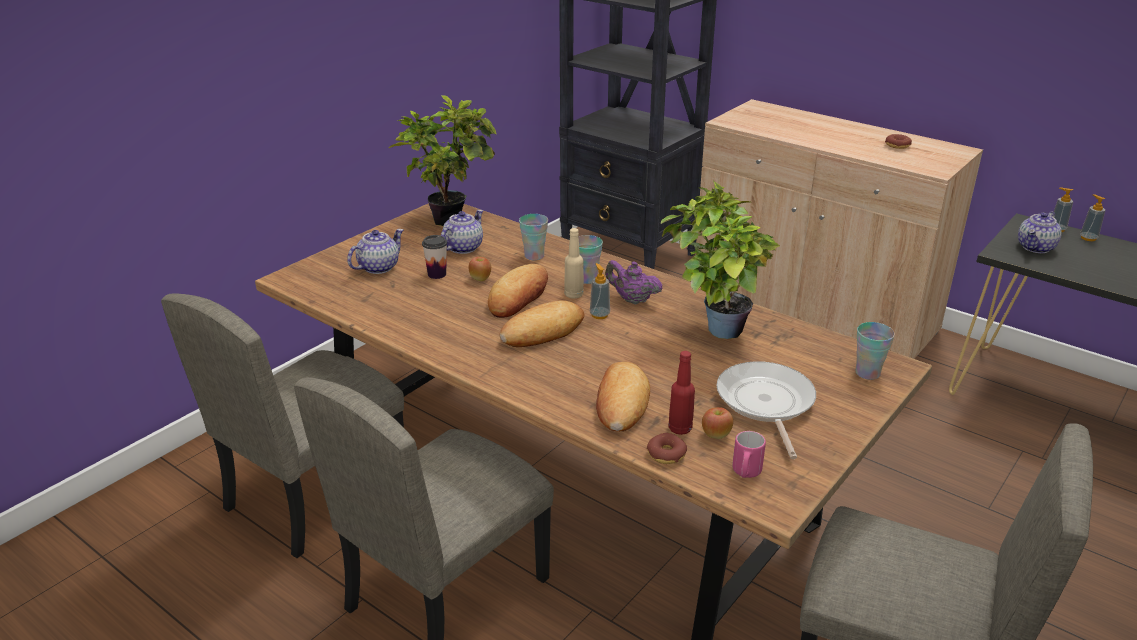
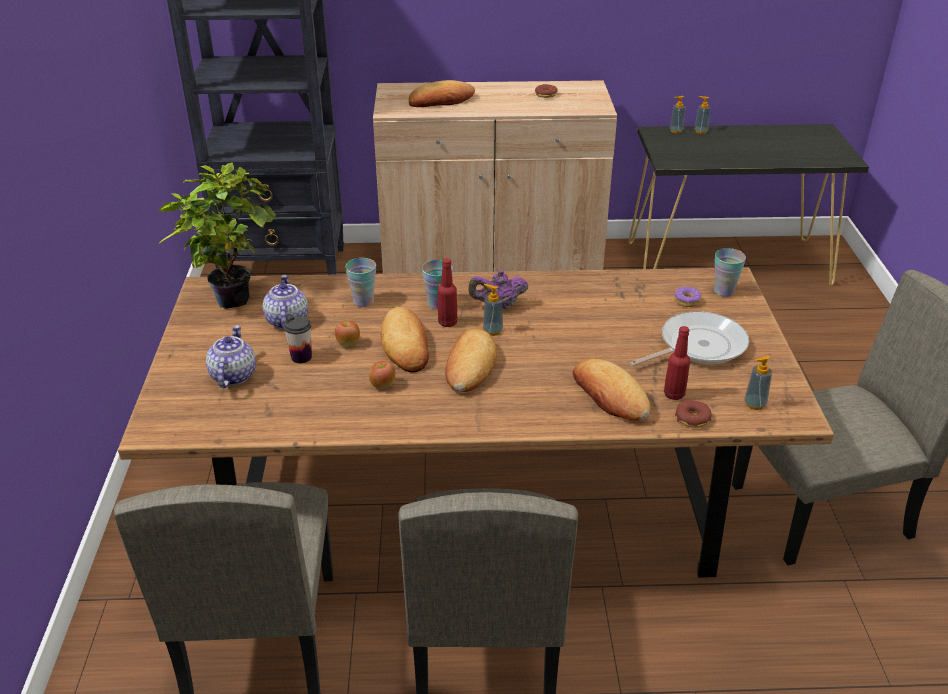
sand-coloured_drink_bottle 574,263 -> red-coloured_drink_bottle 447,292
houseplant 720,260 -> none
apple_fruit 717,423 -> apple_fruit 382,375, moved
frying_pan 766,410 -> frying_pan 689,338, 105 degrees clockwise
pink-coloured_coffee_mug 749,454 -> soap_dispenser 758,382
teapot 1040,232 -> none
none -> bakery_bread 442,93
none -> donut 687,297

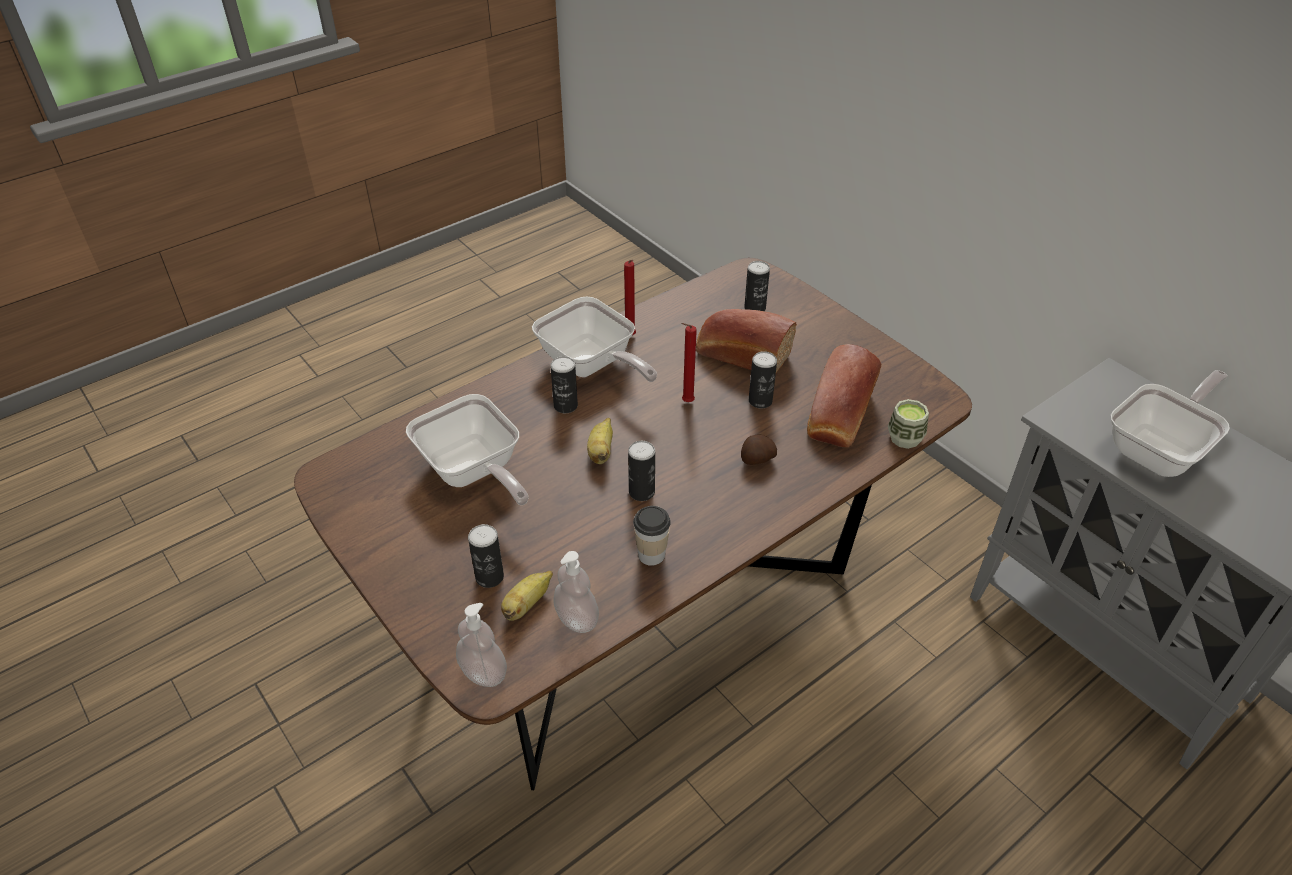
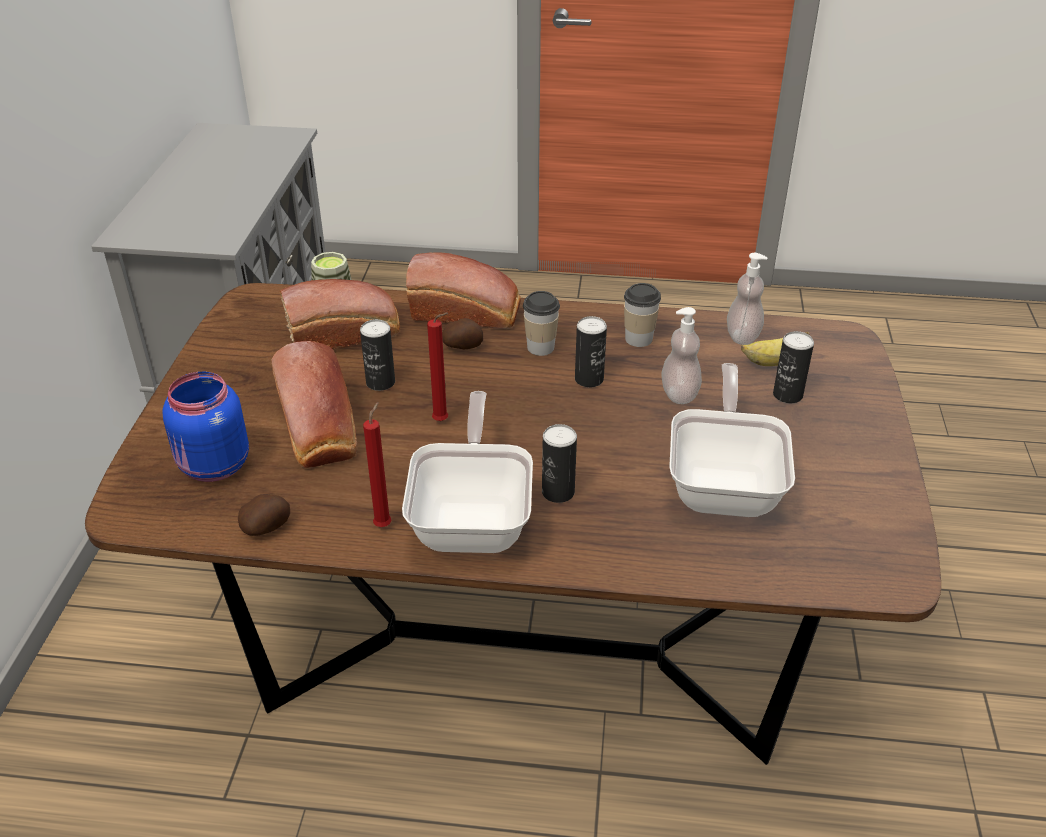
soap_dispenser 481,645 -> soap_dispenser 681,355, moved
whole_banana 600,441 -> none
sealed_can 757,286 -> blue-coloured_preserve_jar 205,427
frying_pan 1170,423 -> none
none -> spud 264,515
none -> bakery_bread 463,290
none -> small_cup 541,323

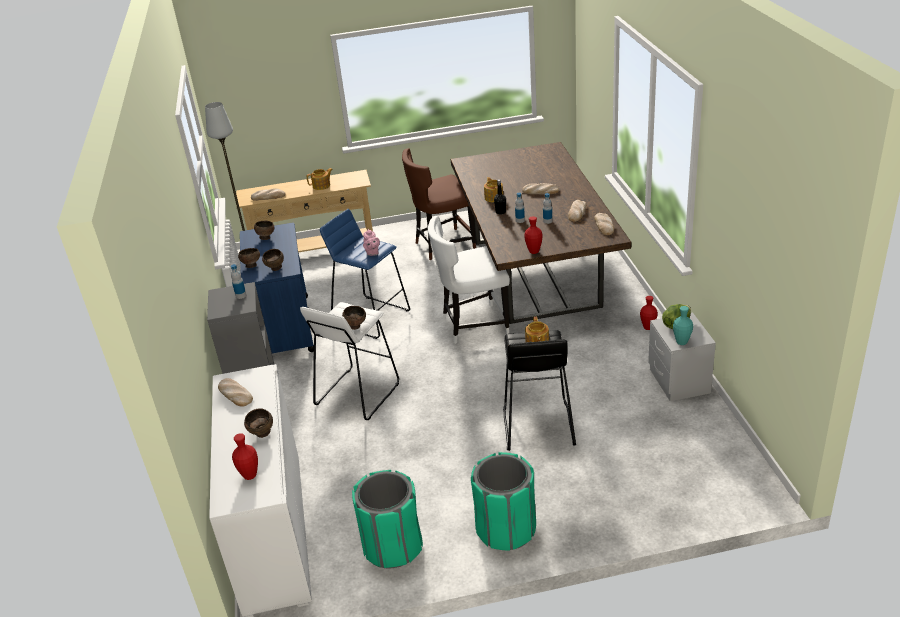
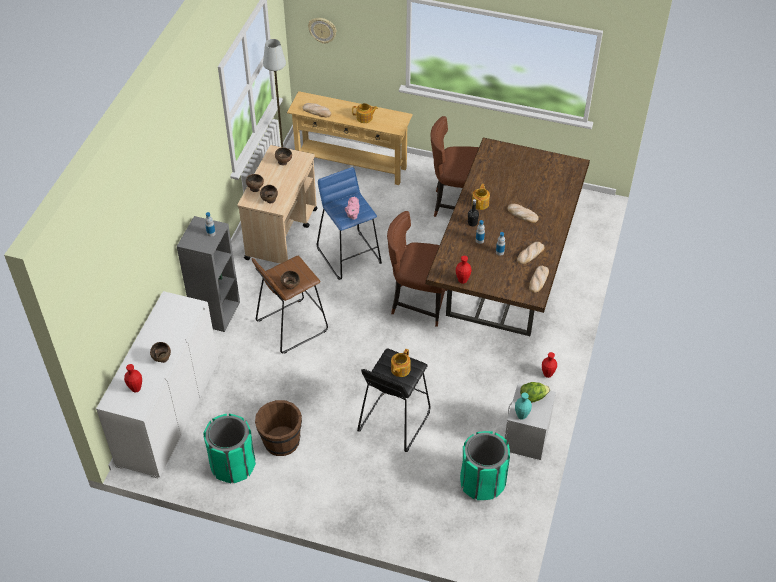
bakery_bread 235,392 -> none
blue-coloured_trolley 277,287 -> sand-coloured_trolley 277,204
white-coloured_stool 349,361 -> brown-coloured_stool 290,305
white-coloured_plain_chair 469,280 -> brown-coloured_plain_chair 417,269
green_trash_can 503,501 -> green_trash_can 485,465, moved
none -> brown-coloured_bucket 278,428
none -> clock_on_the_wall 322,31

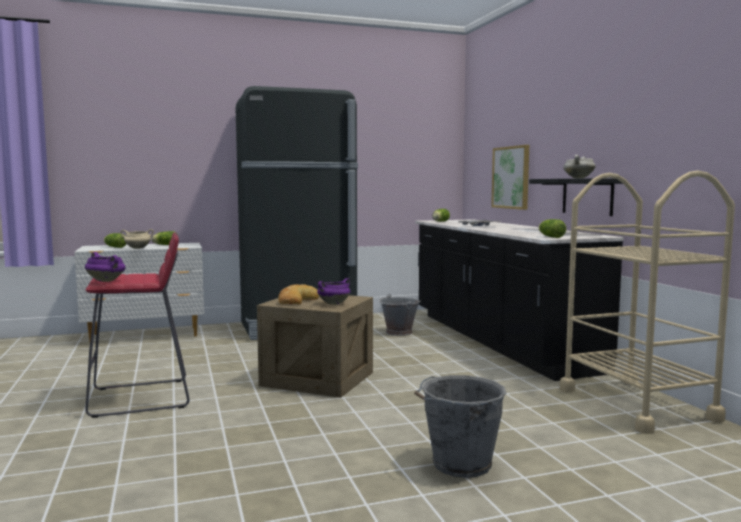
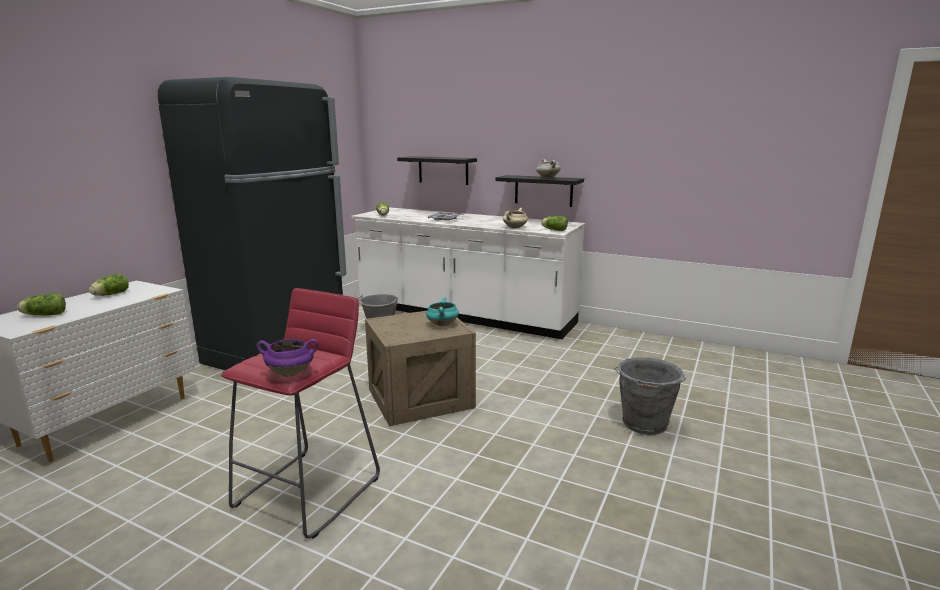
sand-coloured_cooking_pot 137,239 -> sand-coloured_cooking_pot 515,218, moved
bakery_bread 298,294 -> none
purplish_cooking_pot 334,291 -> blue-green_cooking_pot 442,311
black_kitchen_base_unit 519,300 -> white-coloured_kitchen_base_unit 468,273
wall_picture 510,177 -> black_shelf 437,170
sand-coloured_trolley 647,302 -> none

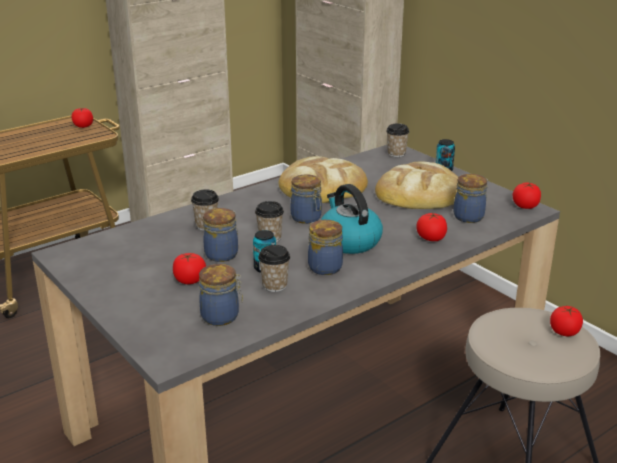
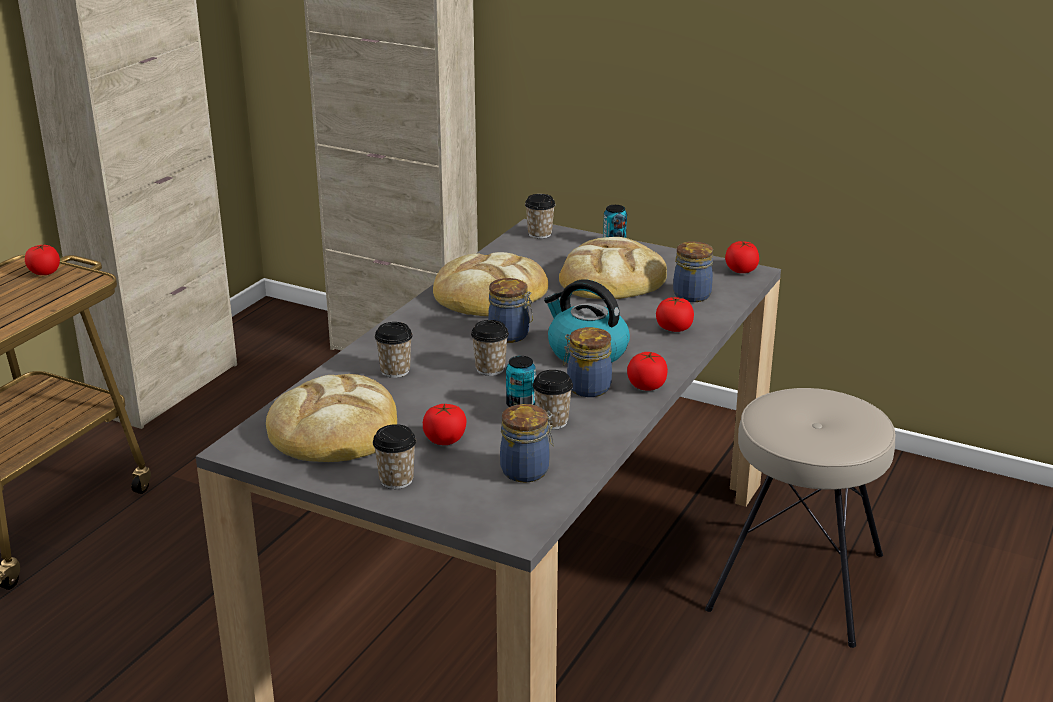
preserve_jar 220,235 -> none
tomato 566,321 -> tomato 647,371, moved
none -> bakery_bread 331,418
none -> small_cup 394,456

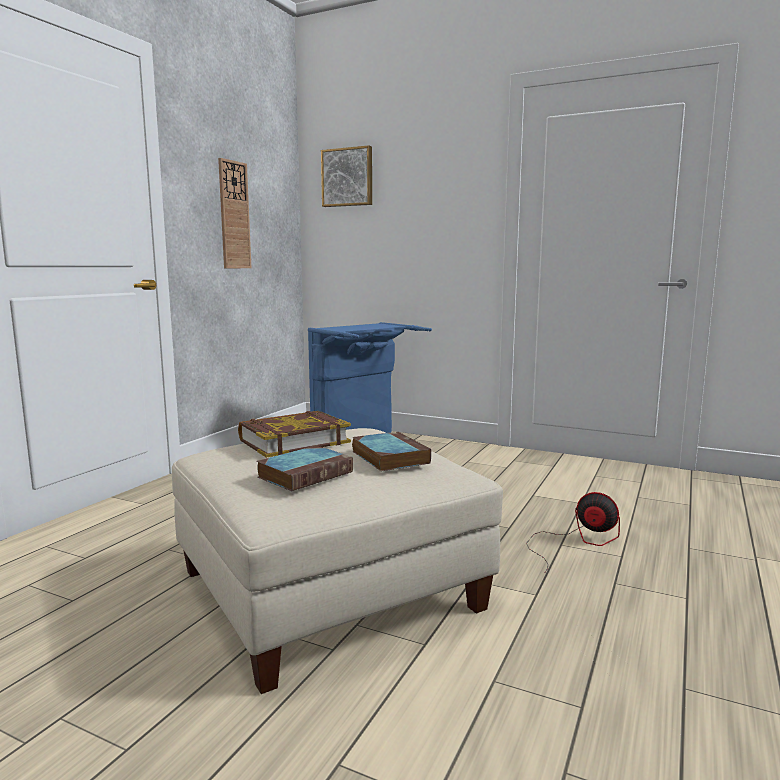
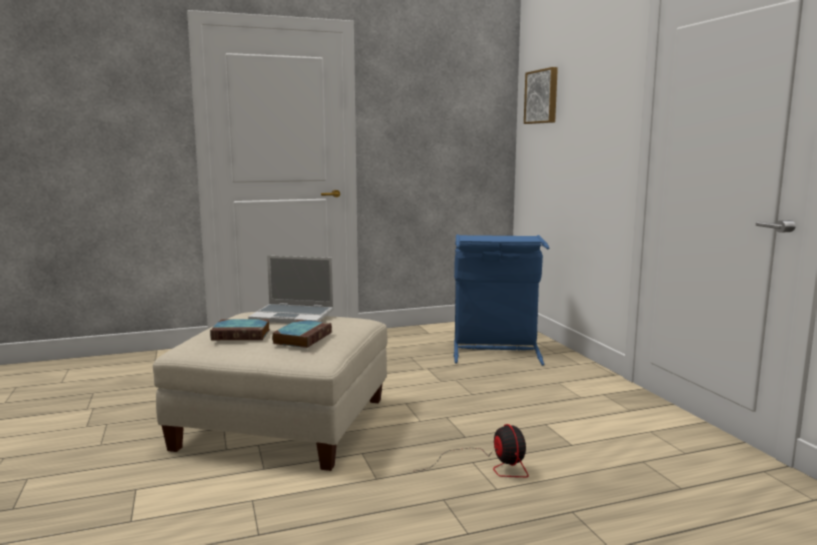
clock_on_the_wall 234,213 -> none
book 294,434 -> laptop 291,290

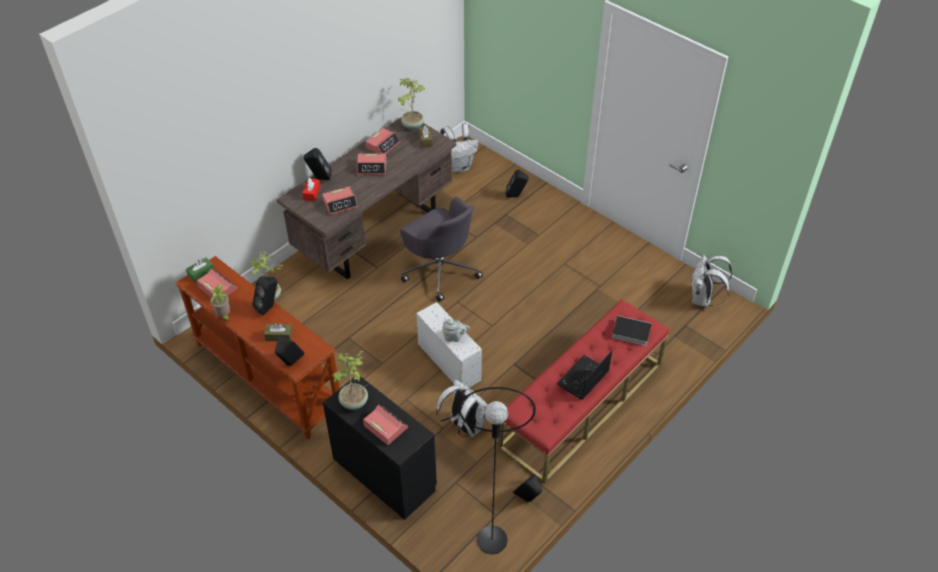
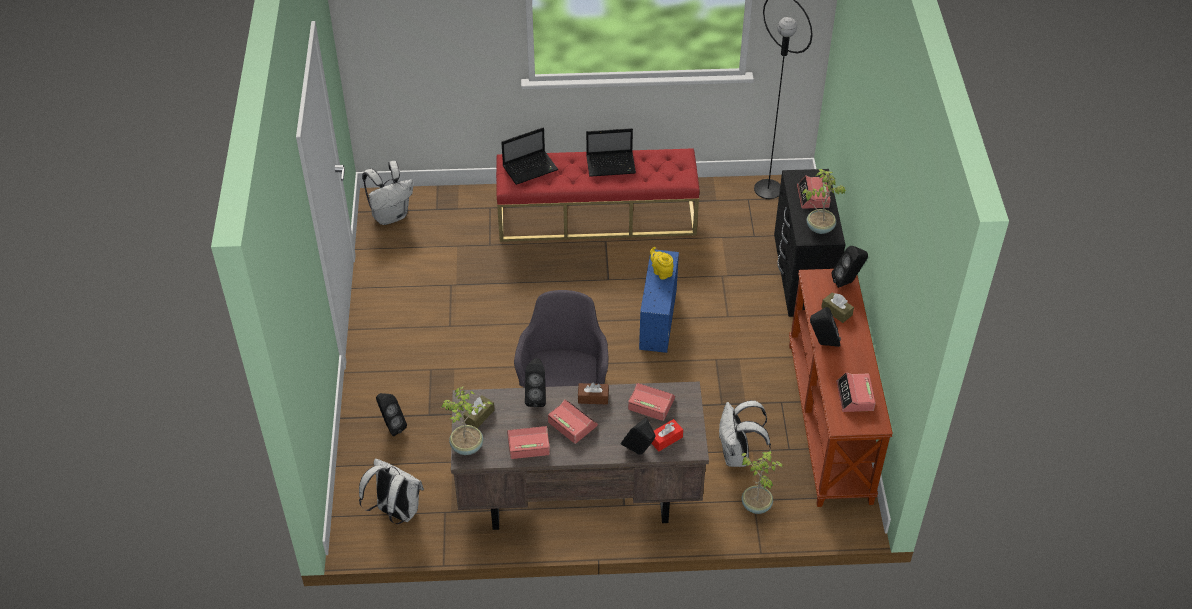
green_box_of_tissues 200,270 -> none
houseplant 220,302 -> none
white-coloured_storage_box 449,345 -> blue-coloured_storage_box 659,301
white-coloured_knapsack 462,408 -> white-coloured_knapsack 744,433, moved
grey_teapot 456,330 -> yellowish_teapot 662,263
black_loudspeaker 527,488 -> black_loudspeaker 535,382, moved
book 631,331 -> laptop 529,156
none -> brown-coloured_box_of_tissues 593,394

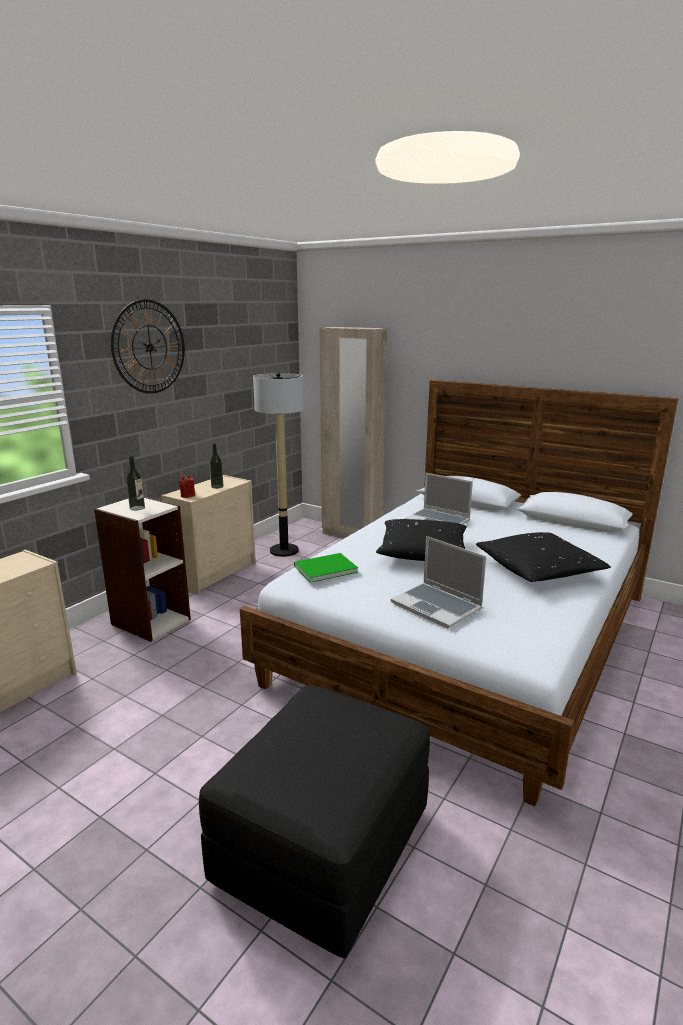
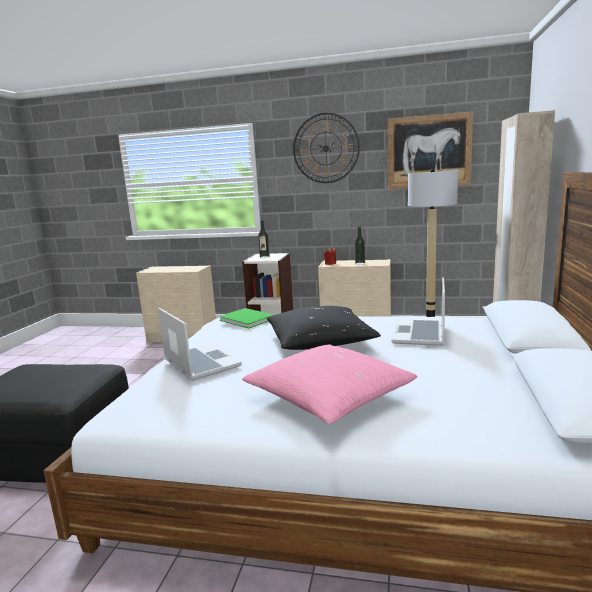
laptop 438,582 -> laptop 200,344, 120 degrees clockwise
black_cushion 543,557 -> pink-coloured_cushion 330,384
none -> wall_picture 430,150

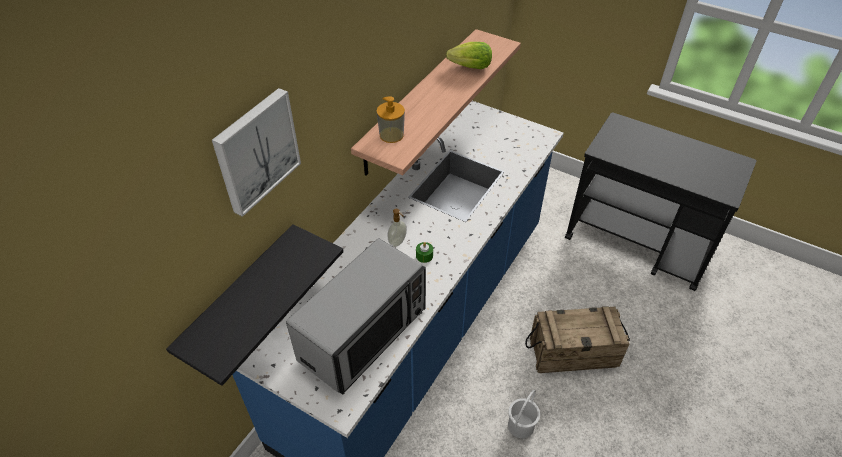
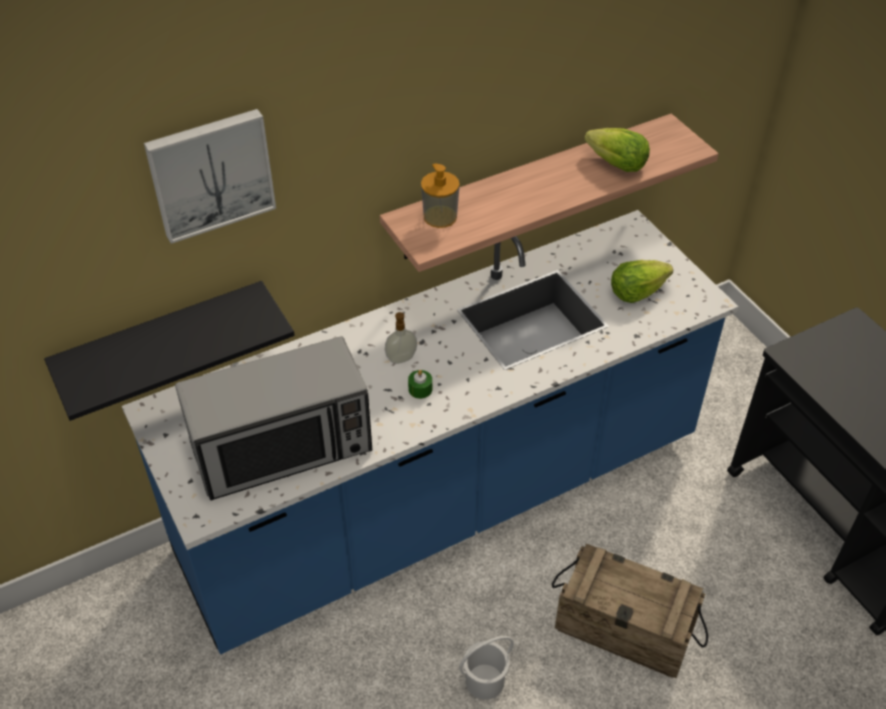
none -> lettuce 642,281

